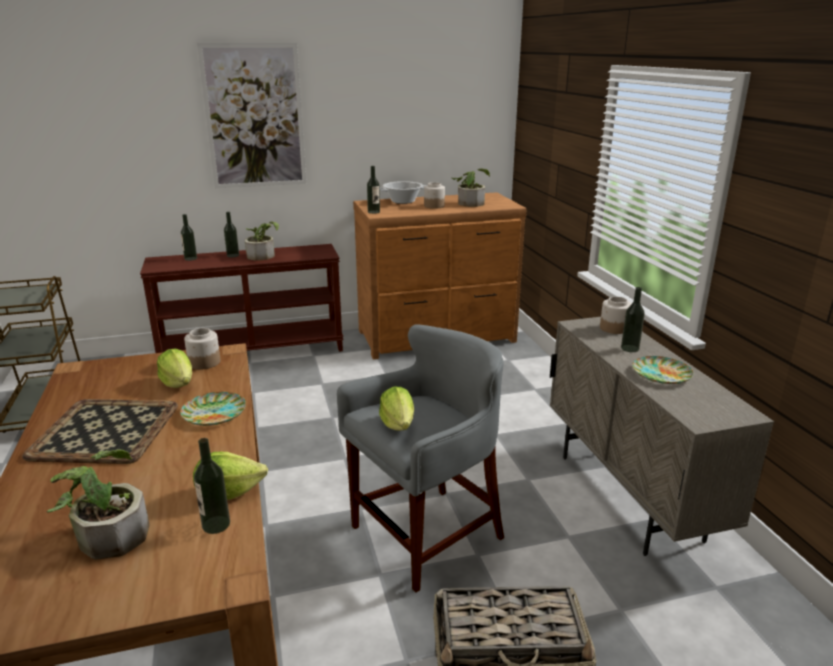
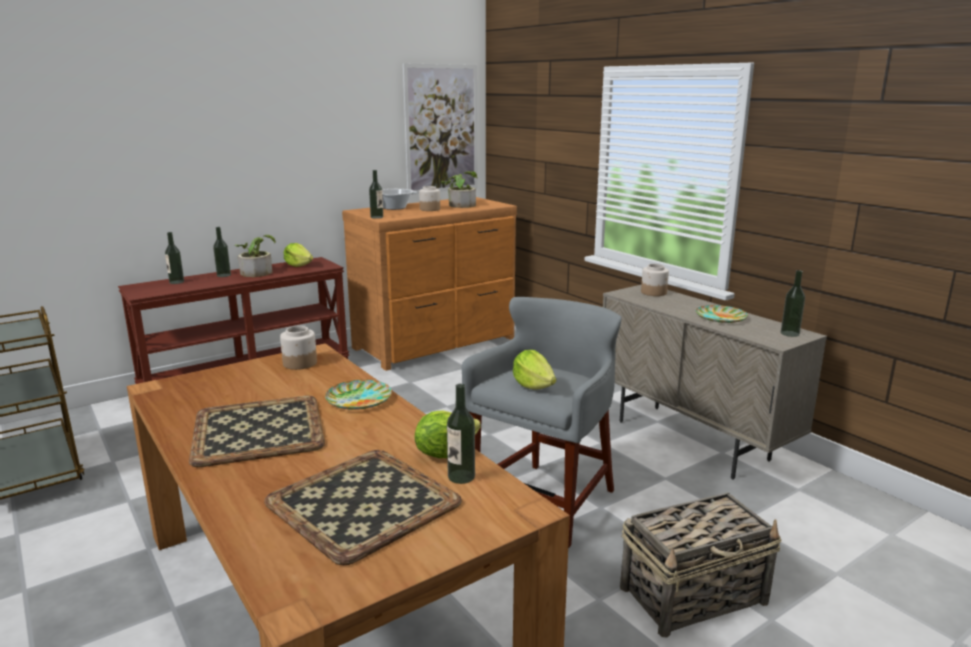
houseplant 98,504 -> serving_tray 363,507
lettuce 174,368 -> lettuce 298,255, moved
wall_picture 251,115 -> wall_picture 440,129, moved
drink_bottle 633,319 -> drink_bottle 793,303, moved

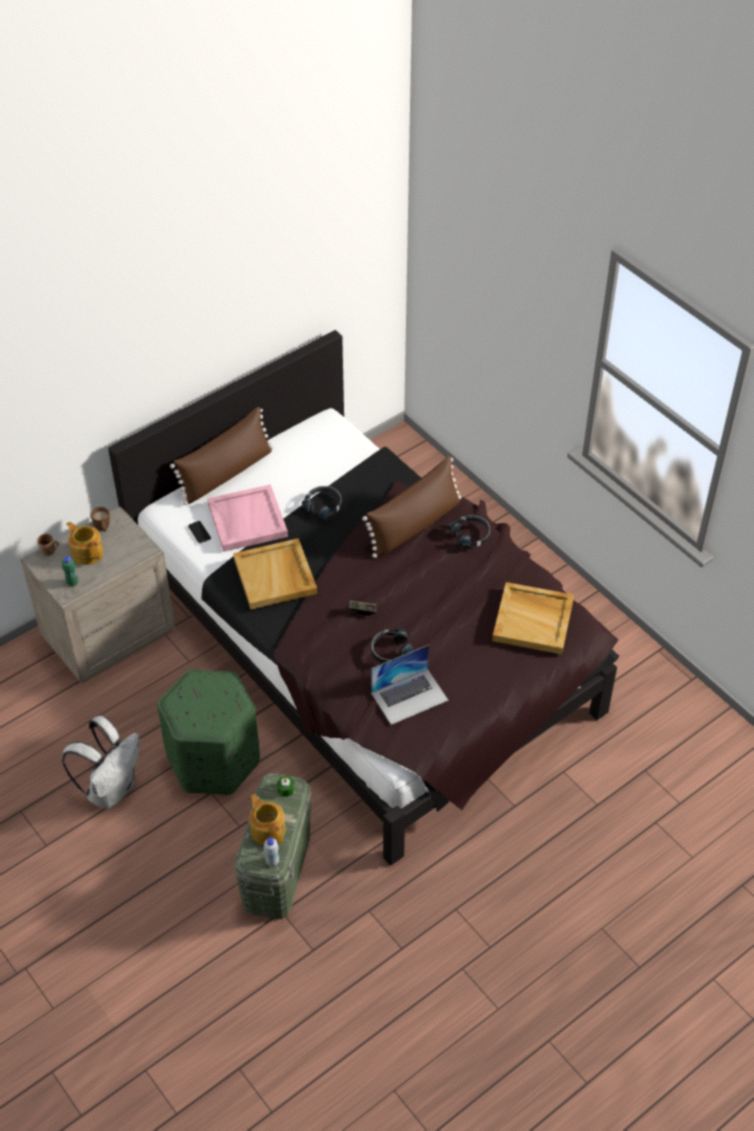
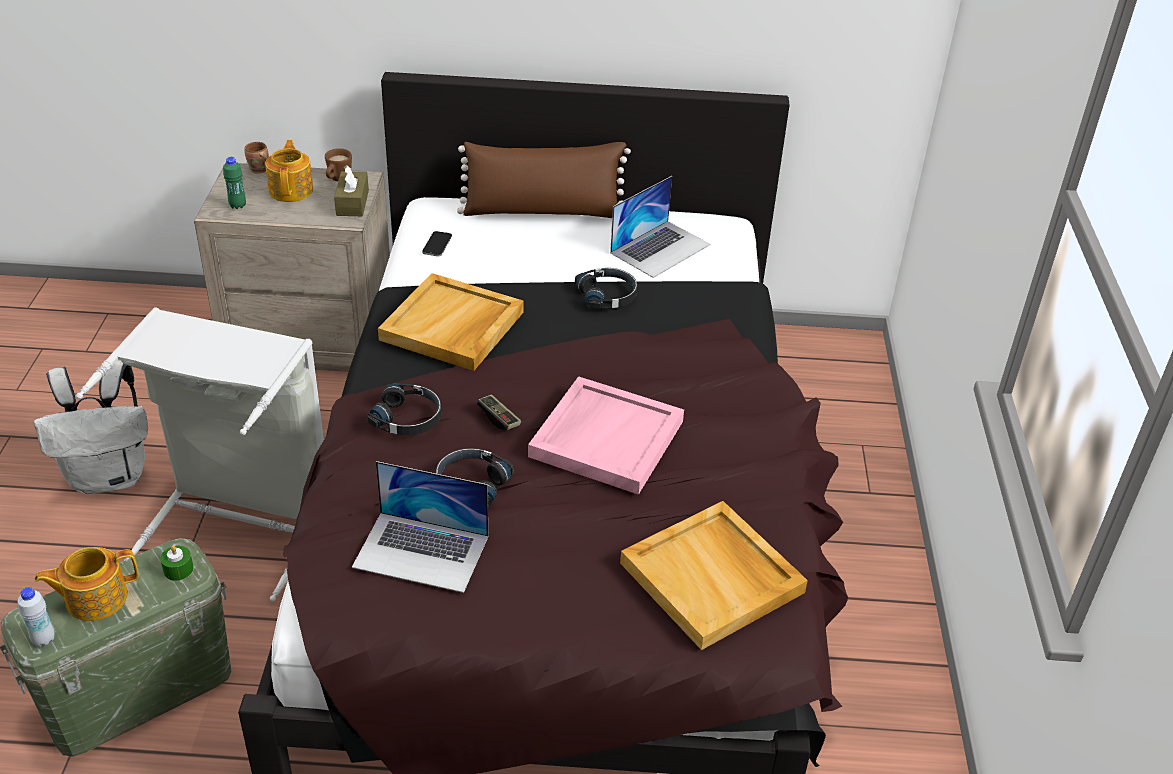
green_ottoman 208,732 -> grey_laundry_basket 200,454
pink-coloured_serving_tray 247,518 -> pink-coloured_serving_tray 606,435, moved
teapot 268,819 -> teapot 86,584, 120 degrees counterclockwise
brown-coloured_cushion 411,507 -> none
black_headphones 469,532 -> black_headphones 404,409, moved
none -> brown-coloured_box_of_tissues 351,190
none -> laptop 660,227

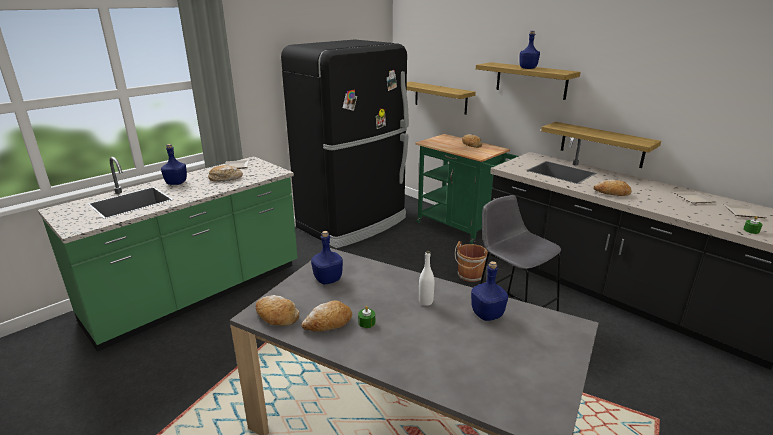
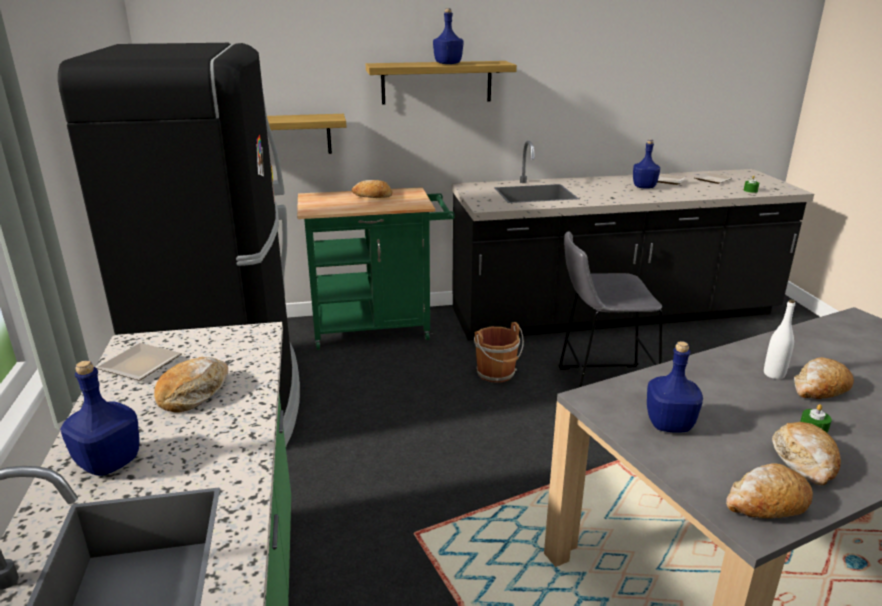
blue-coloured_drink_bottle 489,291 -> blue-coloured_drink_bottle 646,164, moved
shelf 601,145 -> none
bakery_bread 612,187 -> bakery_bread 824,378, moved

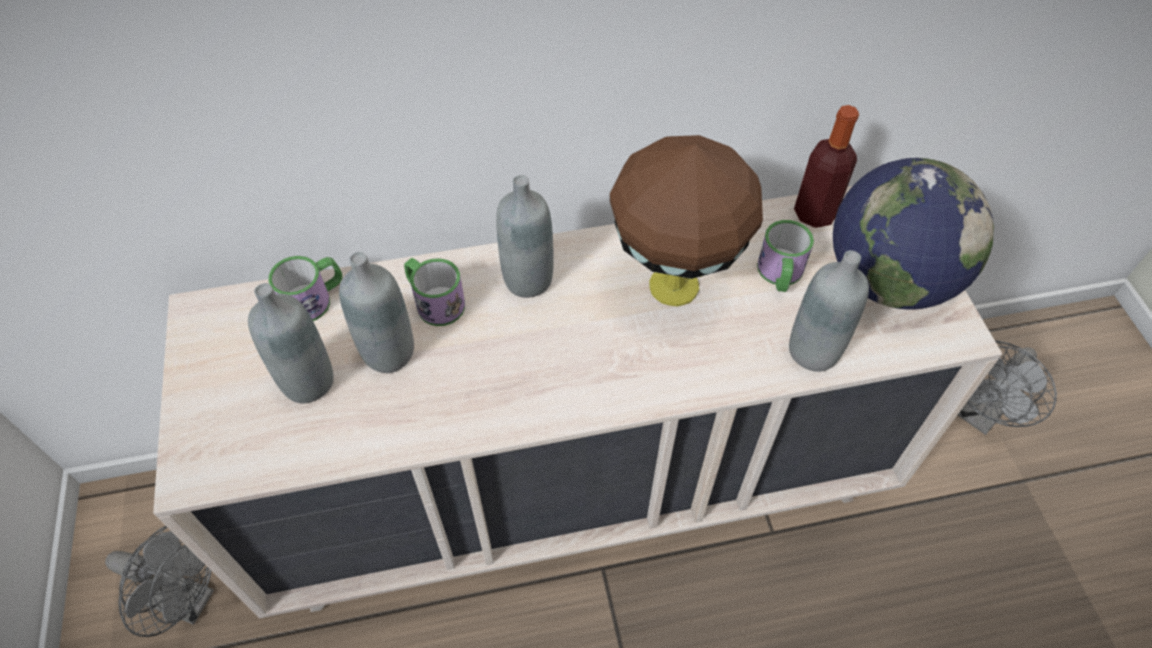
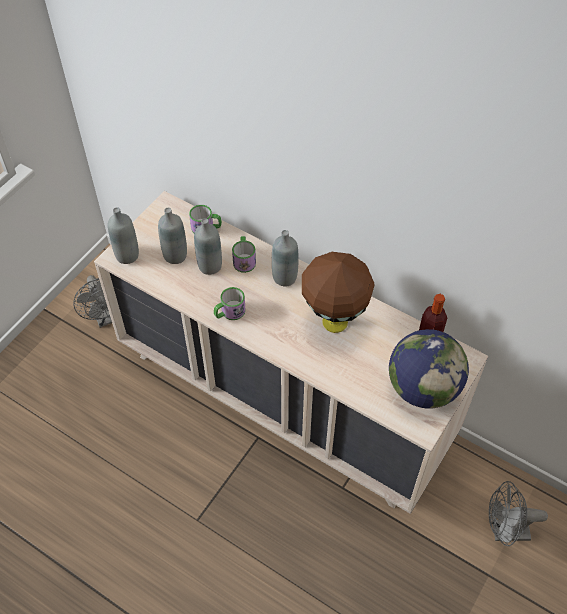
coffee_mug 785,256 -> coffee_mug 230,303, moved
grey_drink_bottle 829,311 -> grey_drink_bottle 123,235, moved

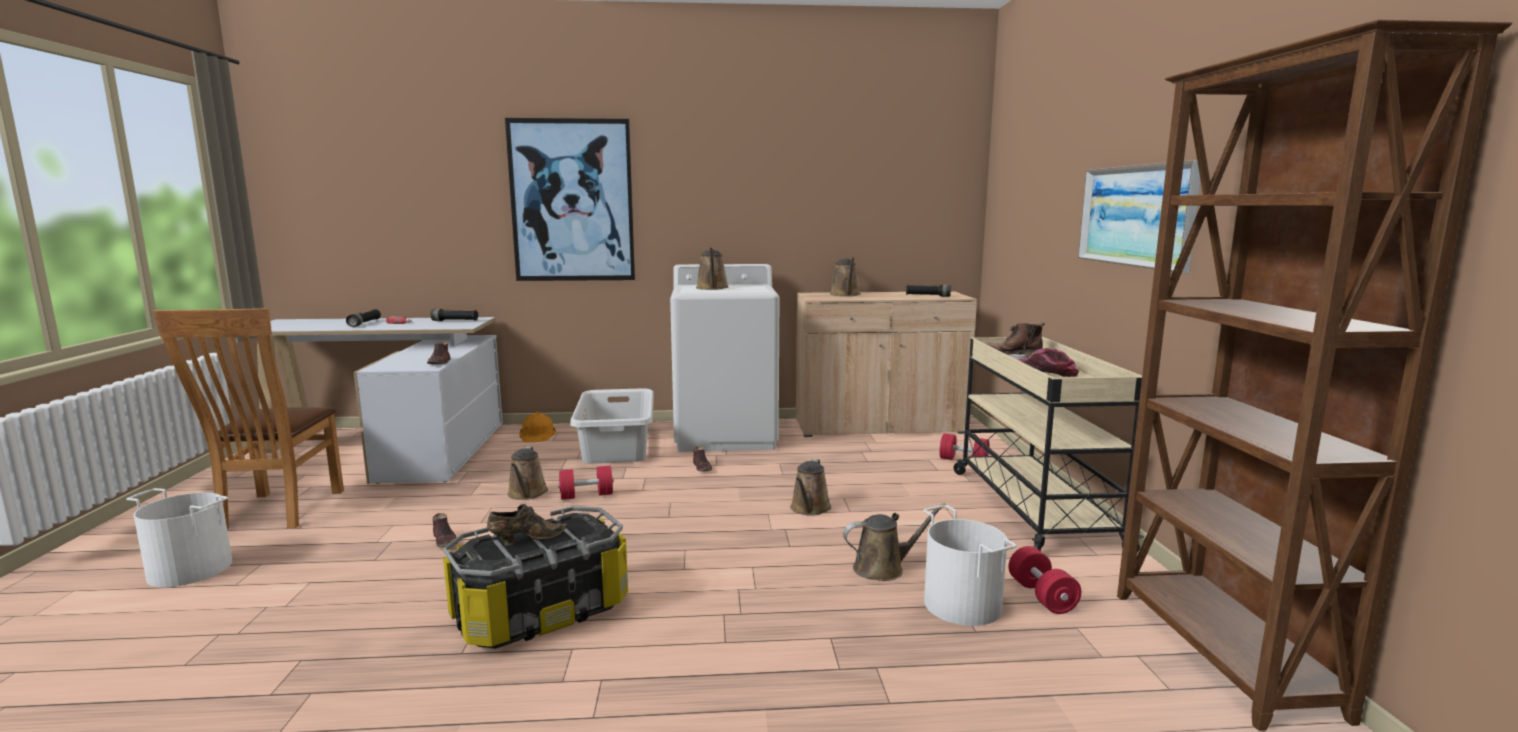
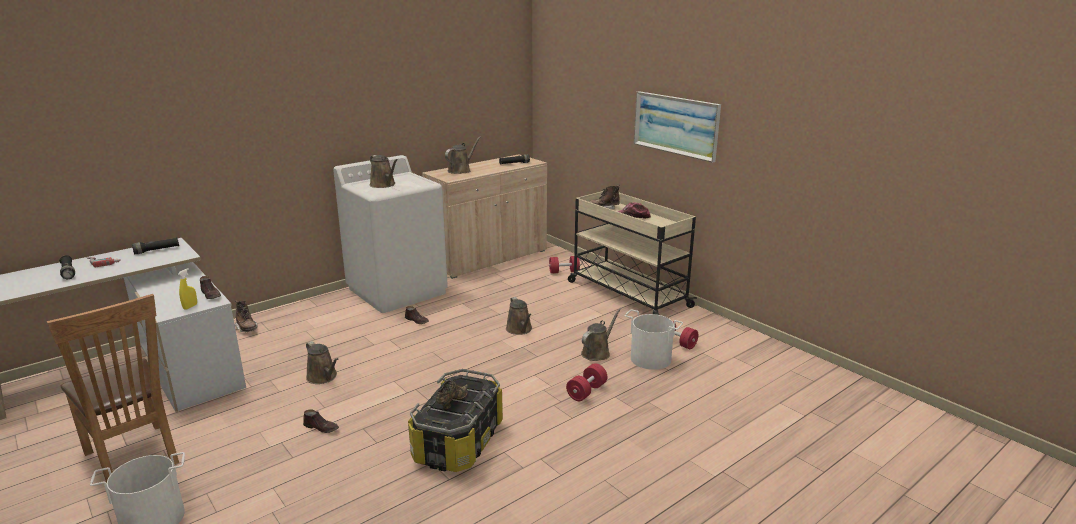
wall_picture 570,199 -> none
orange_hard_hat 538,427 -> brown-coloured_tall_boot 246,316
red-coloured_dumbbell 586,483 -> red-coloured_dumbbell 586,382, moved
grey_laundry_basket 612,426 -> none
brown-coloured_watering_can 845,277 -> brown-coloured_watering_can 463,155, 105 degrees counterclockwise
brown-coloured_bookcase 1314,375 -> none
none -> yellowish_spray_bottle 187,289

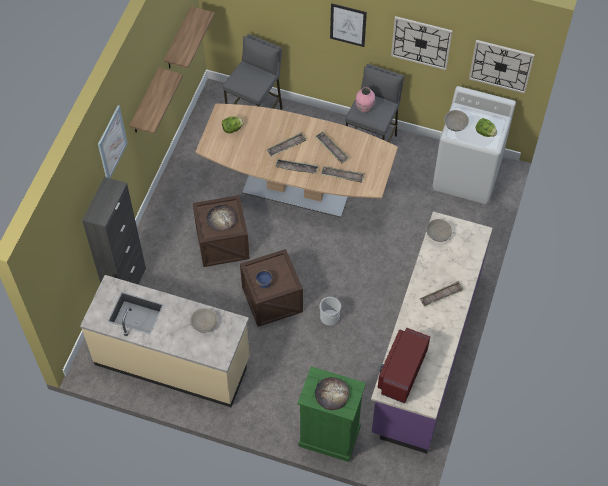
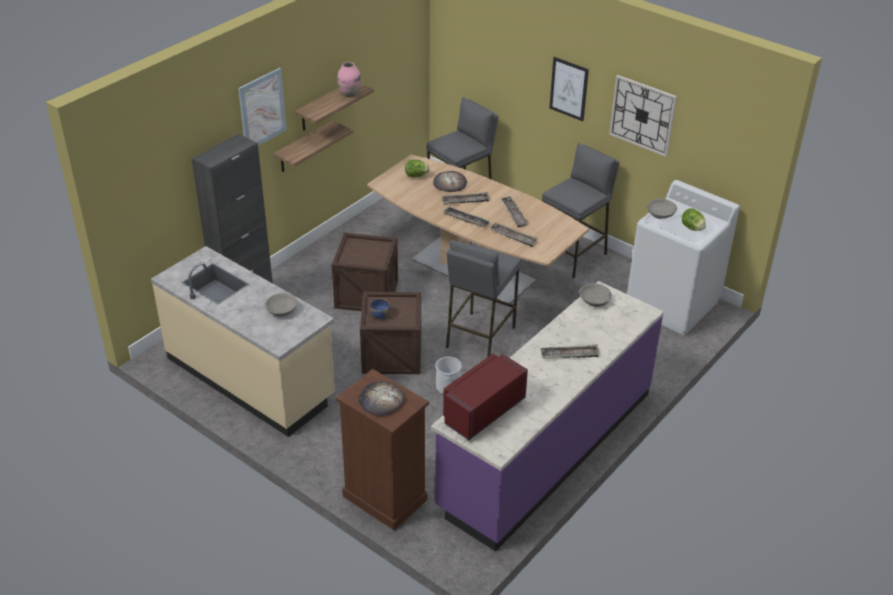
shelf 189,37 -> shelf 313,146, moved
bakery_bread 221,218 -> bakery_bread 450,181, moved
green_chest_of_drawers 331,414 -> brown-coloured_chest_of_drawers 382,450
pink-coloured_decorative_vase 365,100 -> pink-coloured_decorative_vase 349,79, moved
clock_on_the_wall 502,67 -> none
none -> grey_stool 483,298

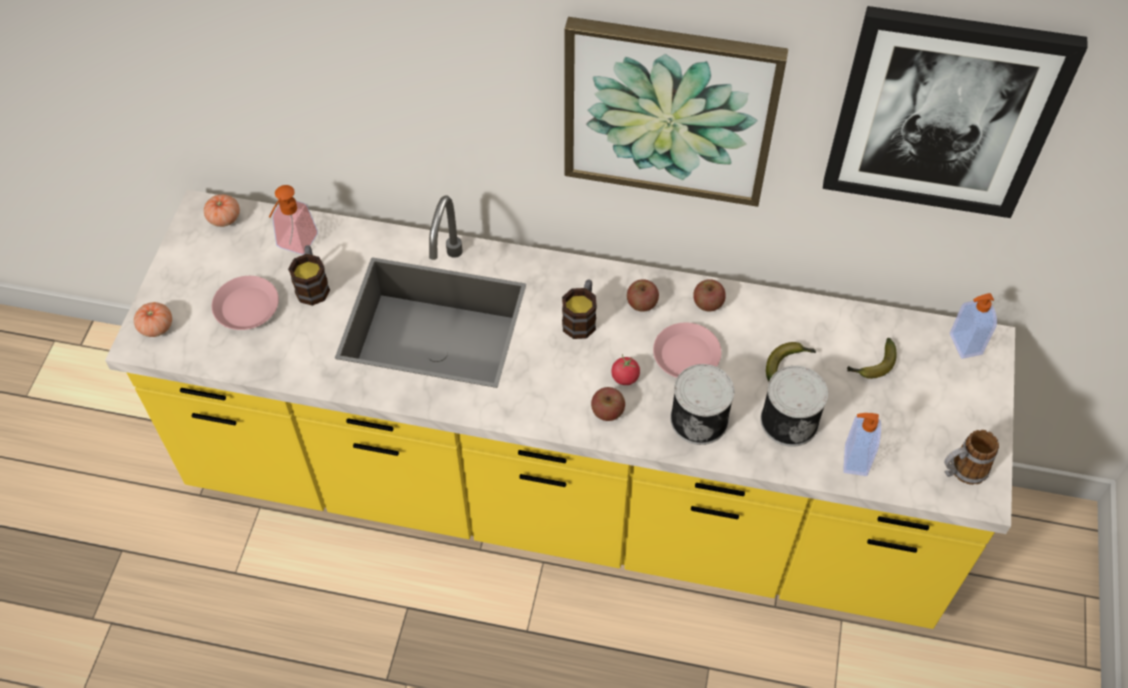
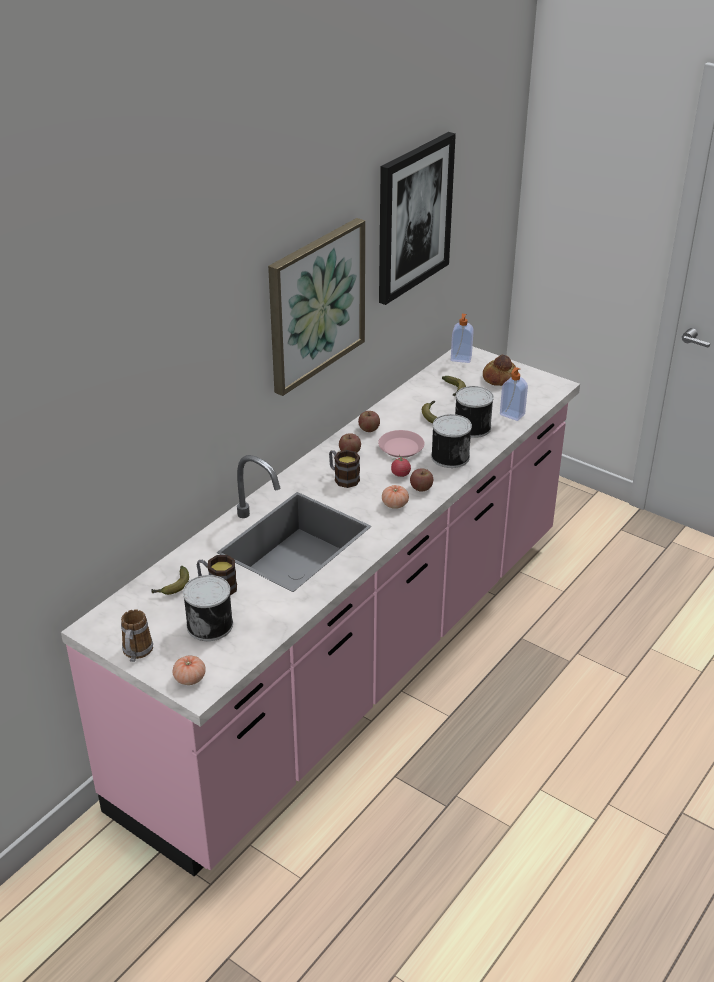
yellowish_kitchen_base_unit 560,409 -> pink-coloured_kitchen_base_unit 320,611
tomato 222,210 -> tomato 395,497, moved
pink-coloured_flat_dish 245,303 -> sealed_can 208,608
soap_dispenser 293,220 -> whole_banana 170,580
coffee_mug 971,457 -> coffee_mug 137,635, moved
none -> bakery_bread 501,370

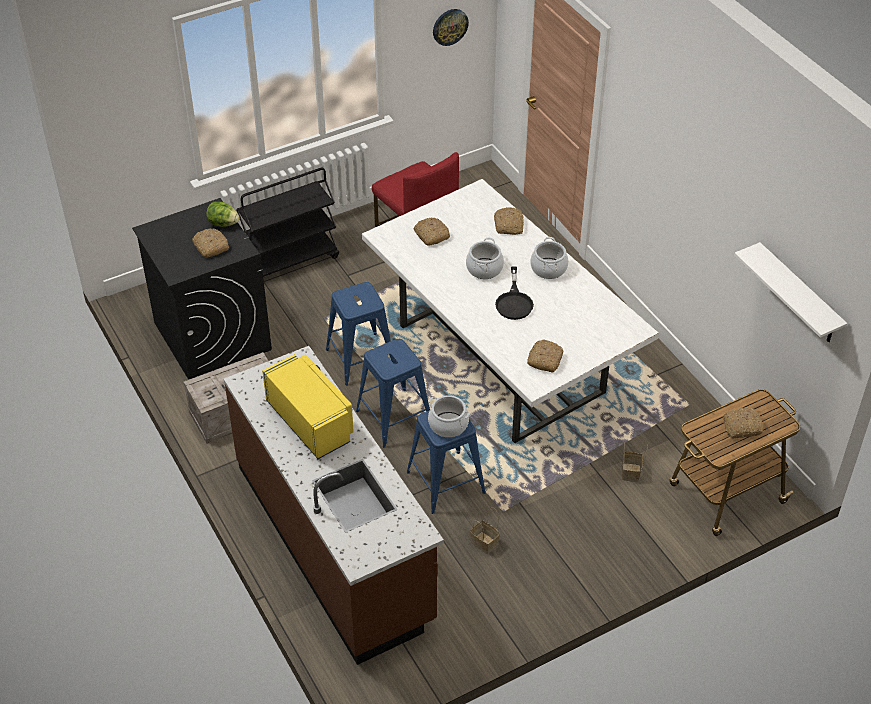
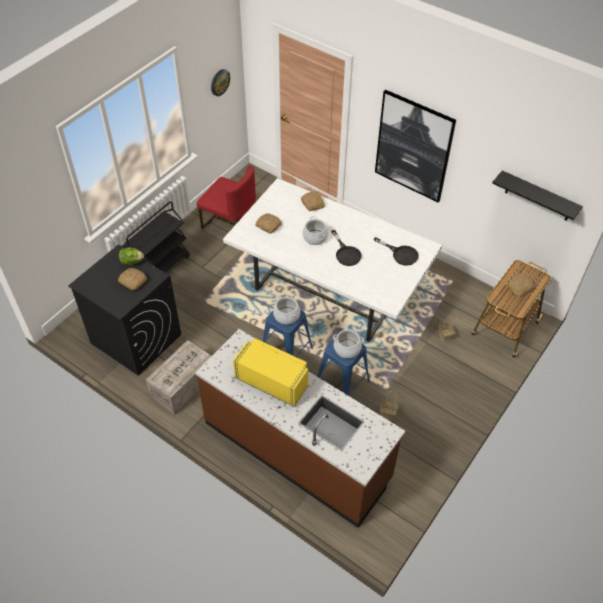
blue-coloured_stool 360,334 -> none
bakery_bread 545,356 -> none
cooking_pot 549,258 -> cooking_pot 286,309, moved
white-coloured_shelf 790,292 -> black_shelf 537,196
none -> black_frying_pan 396,251
none -> wall_picture 415,146

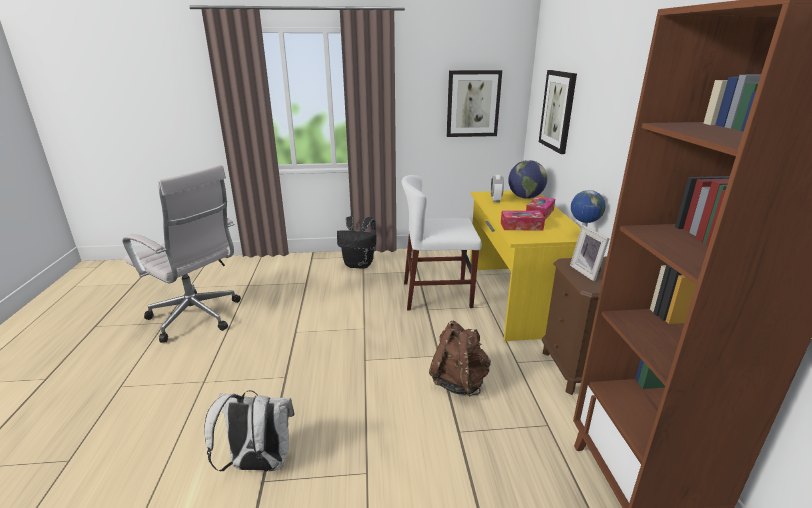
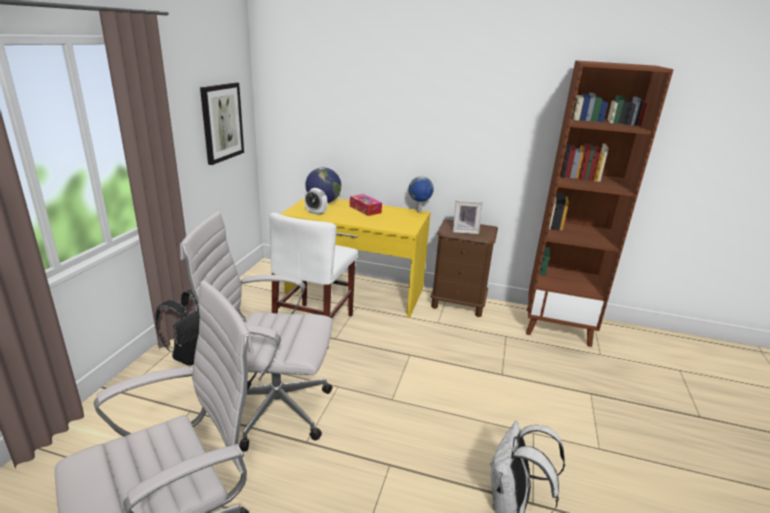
brown-coloured_knapsack 460,359 -> none
box_of_tissues 523,220 -> none
wall_picture 558,112 -> none
none -> white-coloured_desk_chair 256,332

